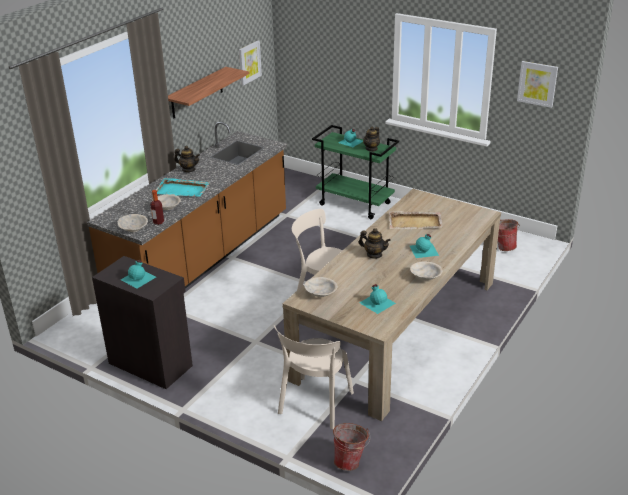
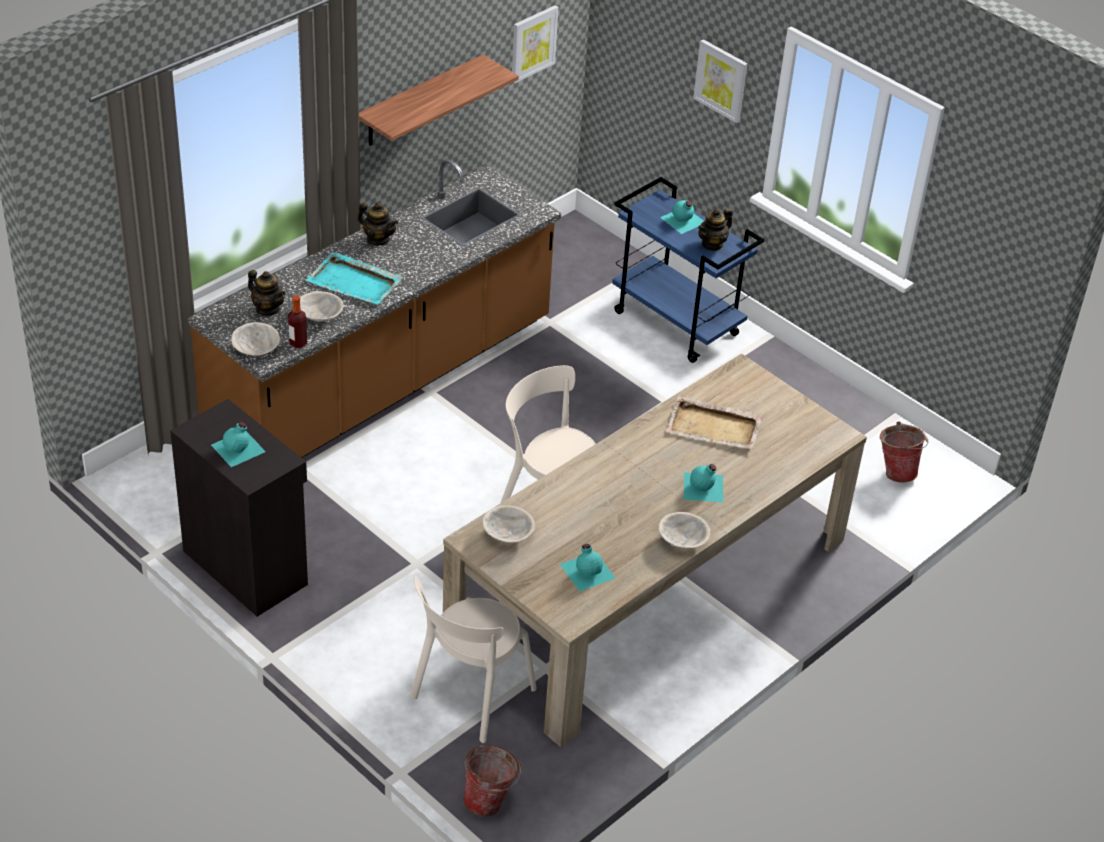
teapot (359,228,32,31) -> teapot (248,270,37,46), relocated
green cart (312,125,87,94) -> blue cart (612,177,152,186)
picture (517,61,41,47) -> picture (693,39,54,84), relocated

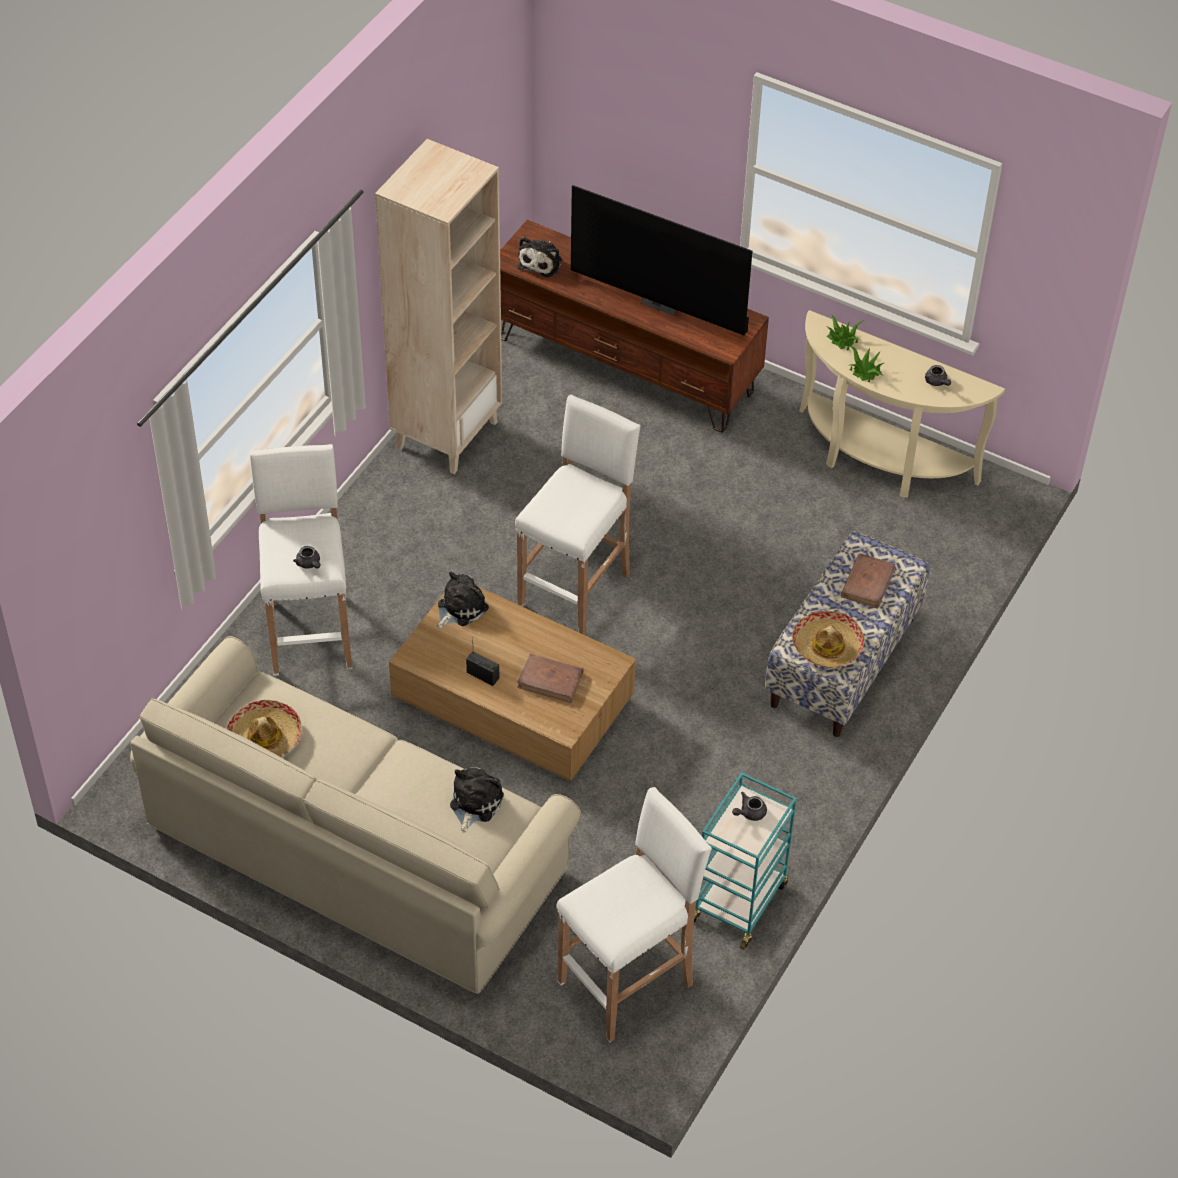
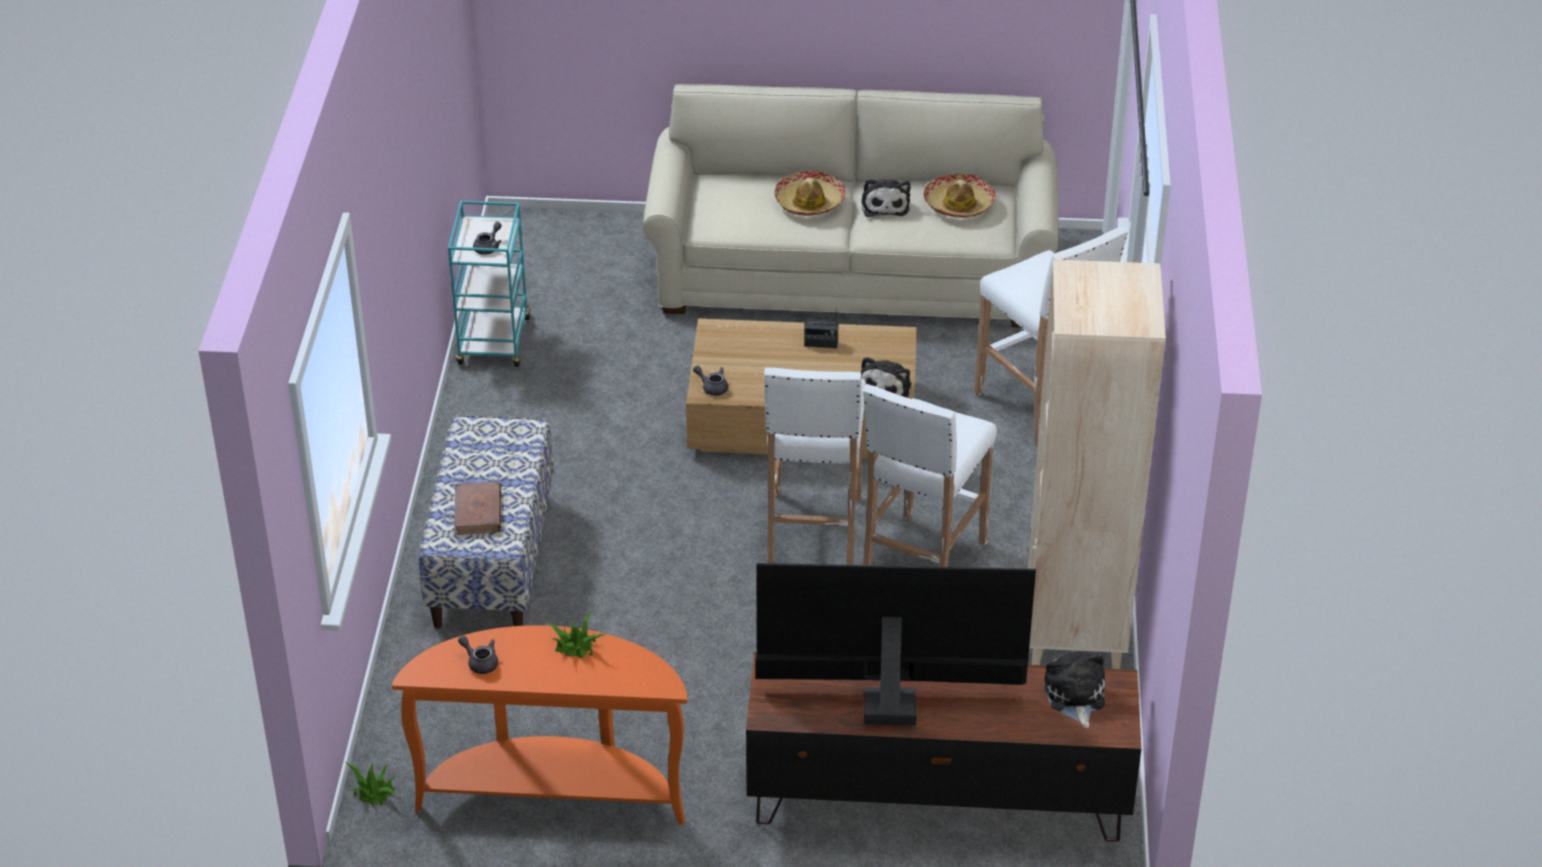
potted plant (827,314,38,37) -> potted plant (344,761,53,45), relocated
beige console table (799,310,206,188) -> orange console table (392,625,295,200)
grey teapot (293,546,27,23) -> grey teapot (693,365,35,31), relocated
hat (792,611,72,57) -> hat (774,171,72,45), relocated
plush toy (450,767,54,66) -> plush toy (861,179,49,38), relocated
white stool (556,787,156,255) -> white stool (863,384,134,183), relocated
brown book (517,654,66,49) -> none

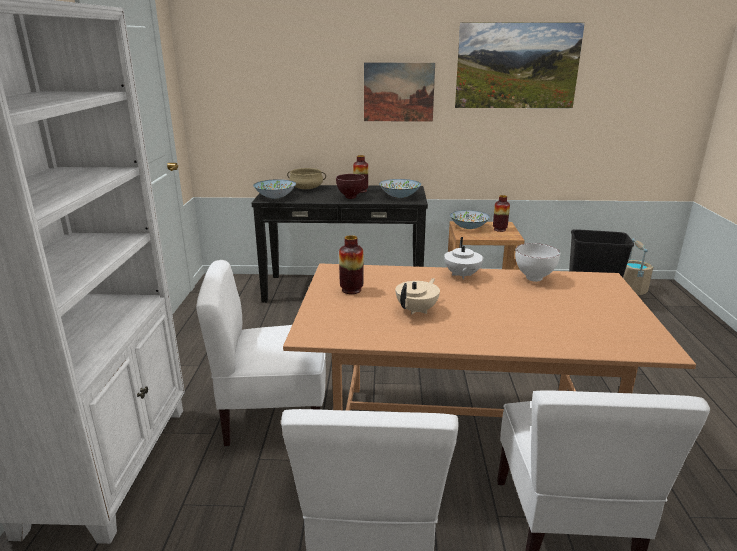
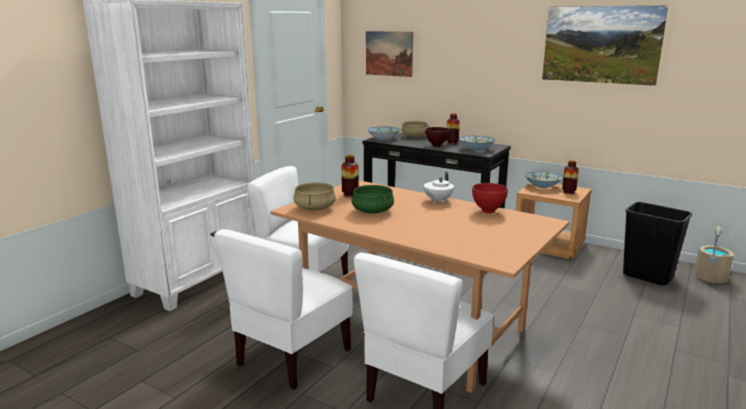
none -> beige cooking pot (293,182,43,28)
beige teapot (395,278,45,36) -> green cooking pot (351,185,43,28)
picture (364,62,71,60) -> picture (366,31,47,46), relocated
white bowl (515,243,45,39) -> red bowl (472,183,36,30)

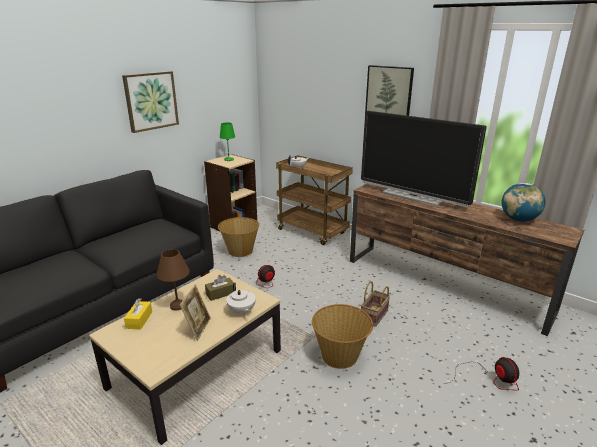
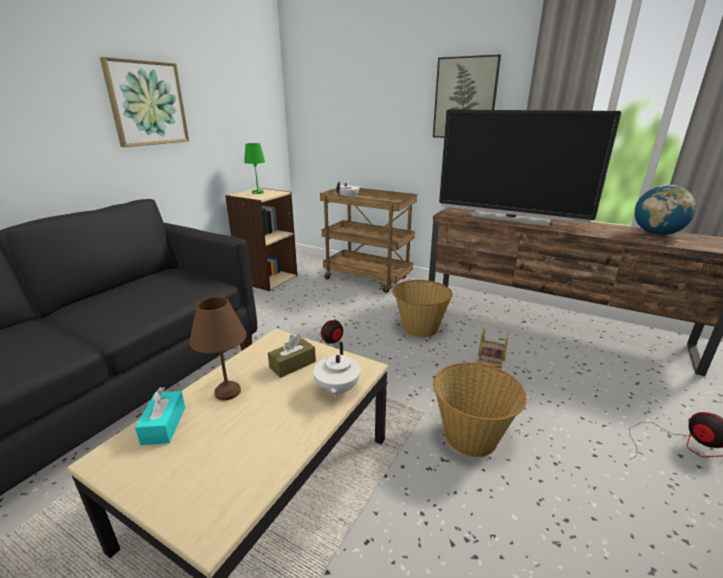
yellow tissue box (124,298,28,32) -> turquoise tissue box (135,387,50,58)
white teapot (226,282,30,34) -> white teapot (313,341,48,57), 45 degrees clockwise
basket (218,217,41,40) -> basket (392,280,61,58), relocated
picture frame (180,284,31,57) -> none

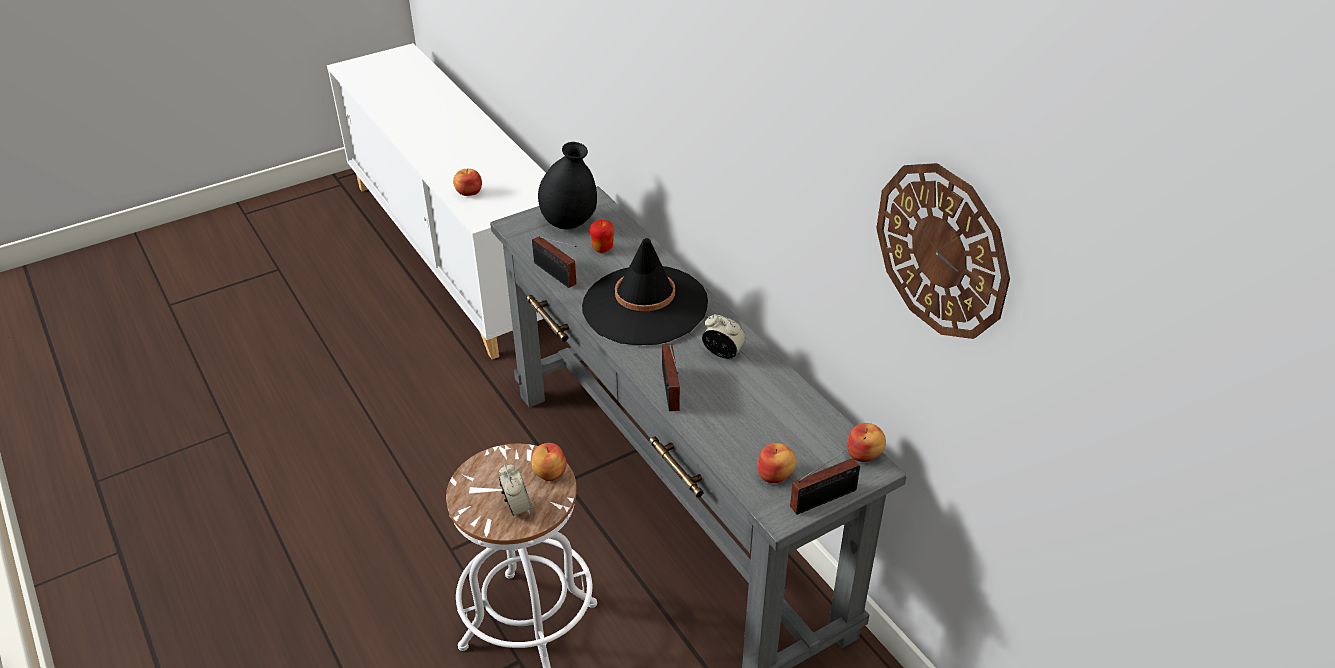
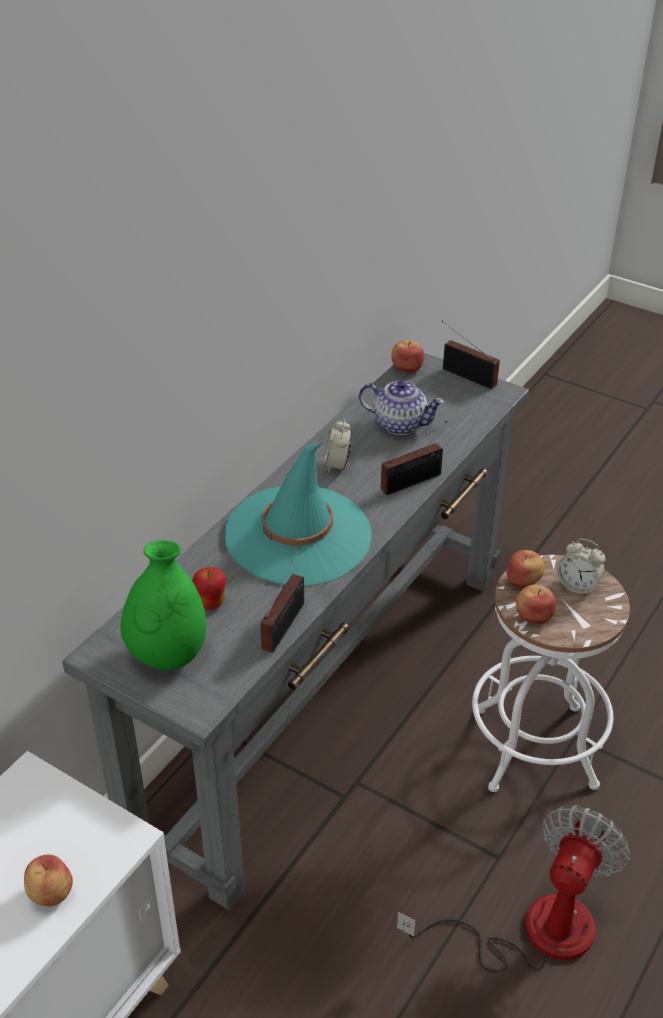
black vase (538,142,59,87) -> green vase (120,540,87,130)
black hat (582,238,126,107) -> turquoise hat (225,441,147,145)
none -> teapot (359,380,86,55)
none -> fan (397,805,233,167)
apple (757,443,39,40) -> apple (516,585,40,39), relocated
alarm clock (498,464,36,52) -> alarm clock (557,539,49,57), 105 degrees counterclockwise
wall clock (876,163,134,176) -> none

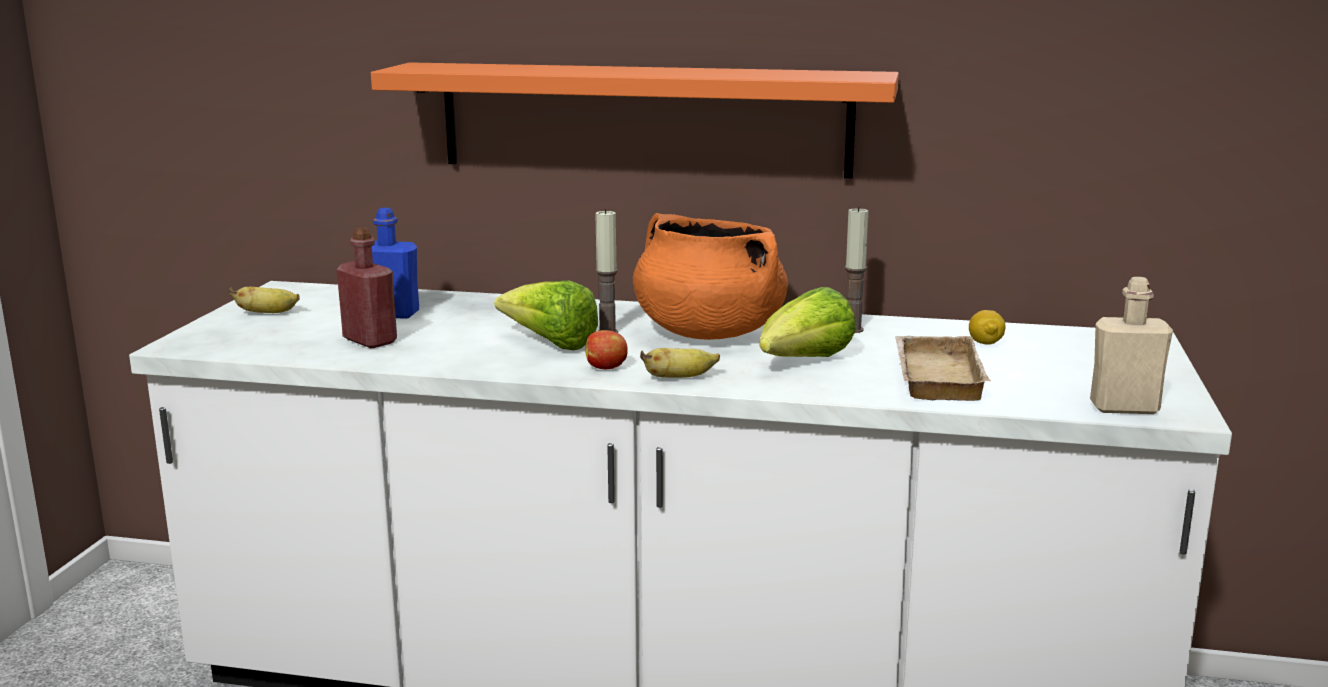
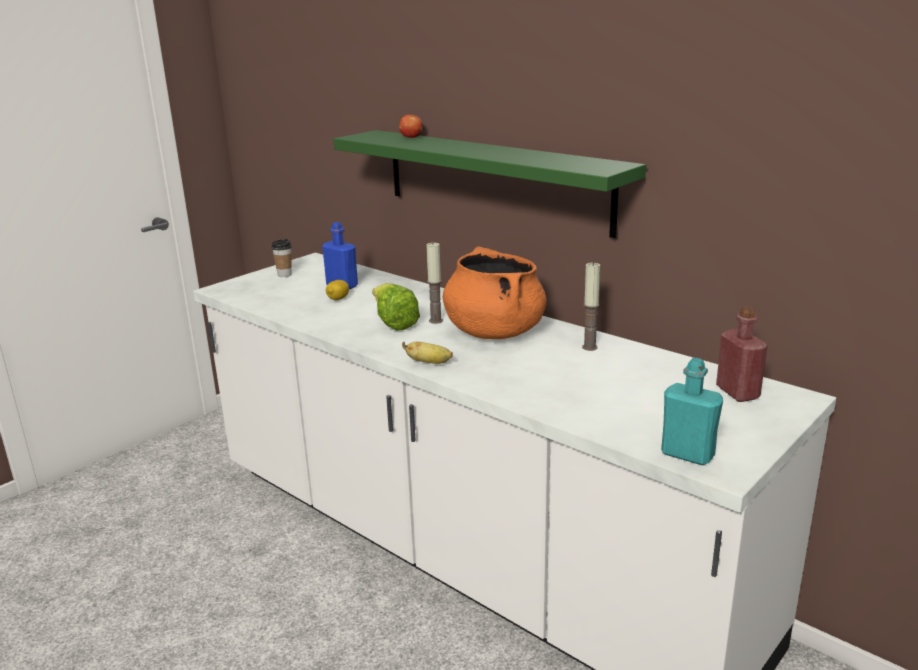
banana (229,287,71,26) -> cup (272,239,20,38)
lemon (969,310,37,35) -> lemon (326,280,23,20), relocated
orange shelf (371,62,528,116) -> green shelf (333,130,313,108)
apple (585,330,43,39) -> apple (399,115,23,23), relocated
beige bottle (1090,277,83,137) -> turquoise bottle (661,358,62,107)
red bottle (337,227,60,121) -> red bottle (716,306,52,96), relocated
lettuce (759,287,97,70) -> none
beige tray (895,336,96,65) -> none

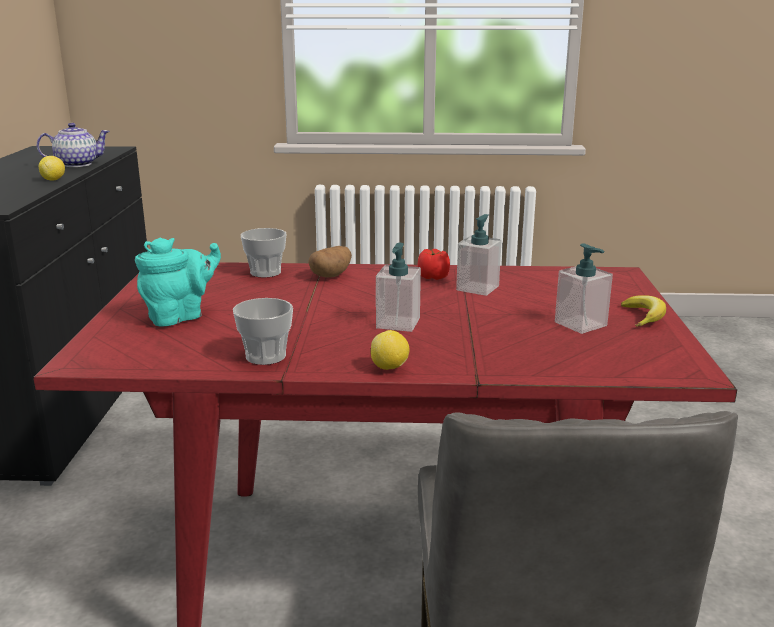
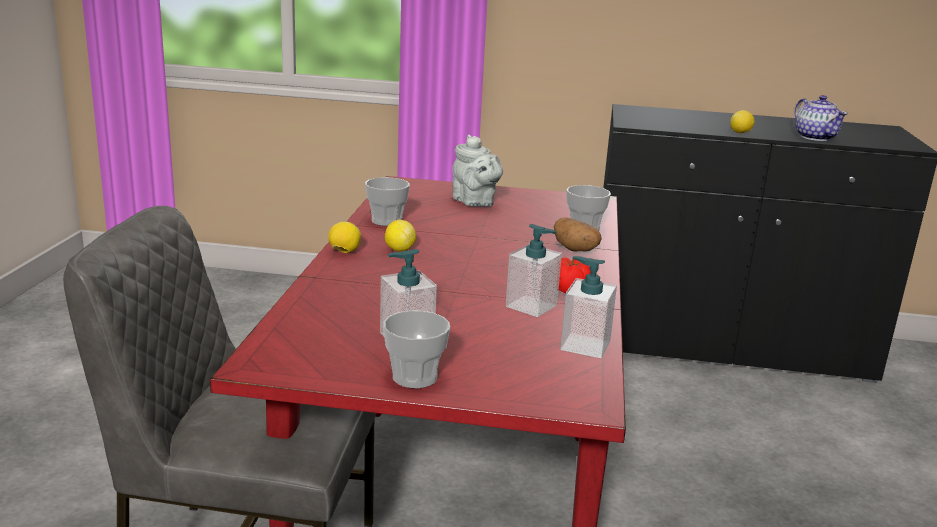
banana (621,295,45,32) -> cup (383,311,67,77)
none -> lemon (385,220,31,31)
turquoise teapot (135,238,86,88) -> grey teapot (452,135,51,72)
soap dispenser (376,243,45,89) -> soap dispenser (560,256,57,102), relocated

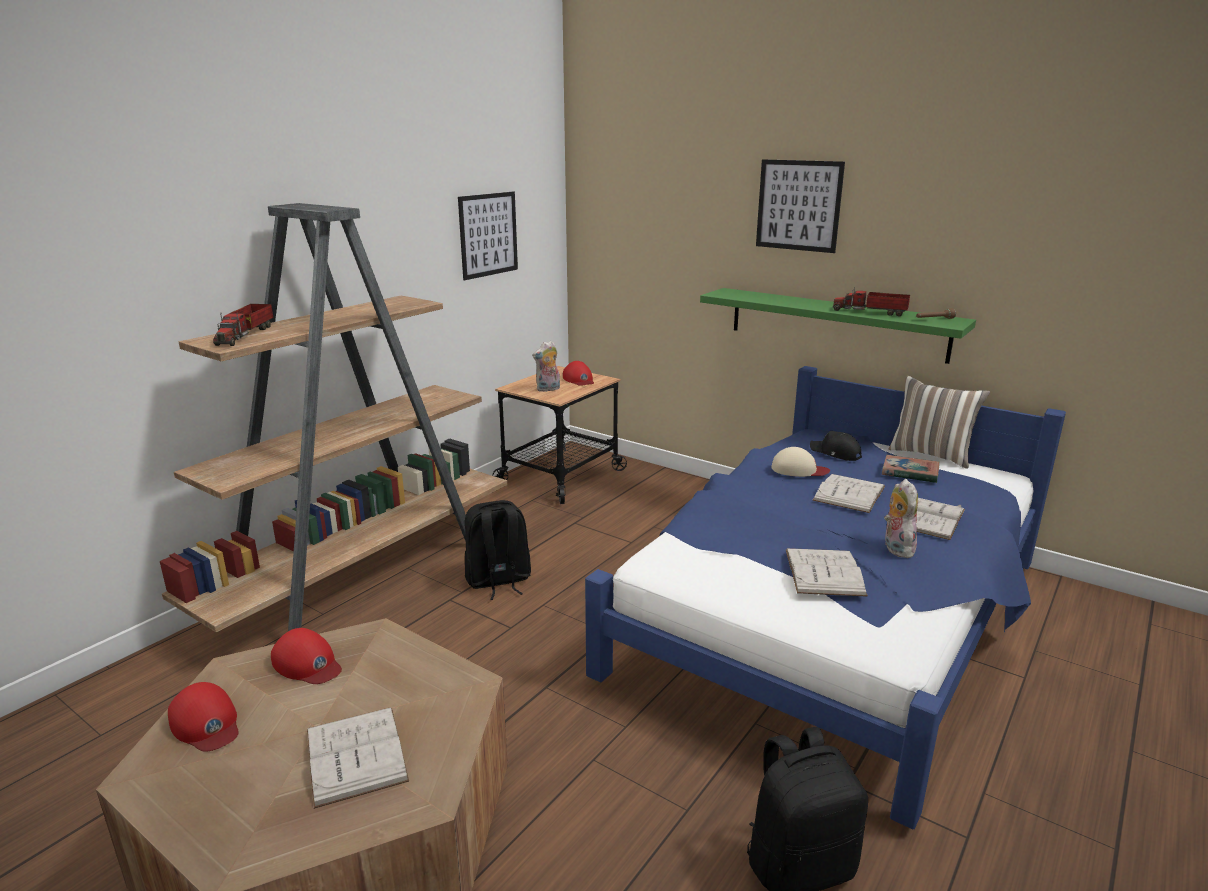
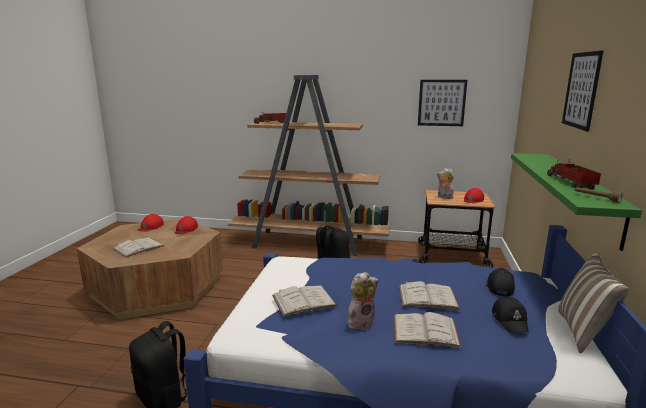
book (882,455,58,28) -> black cap (492,297,37,36)
beige cap (771,447,59,30) -> none

